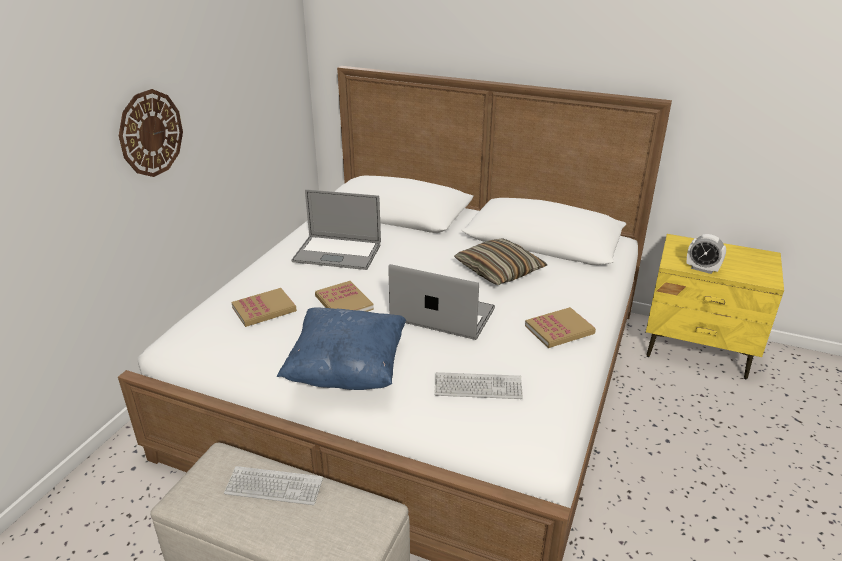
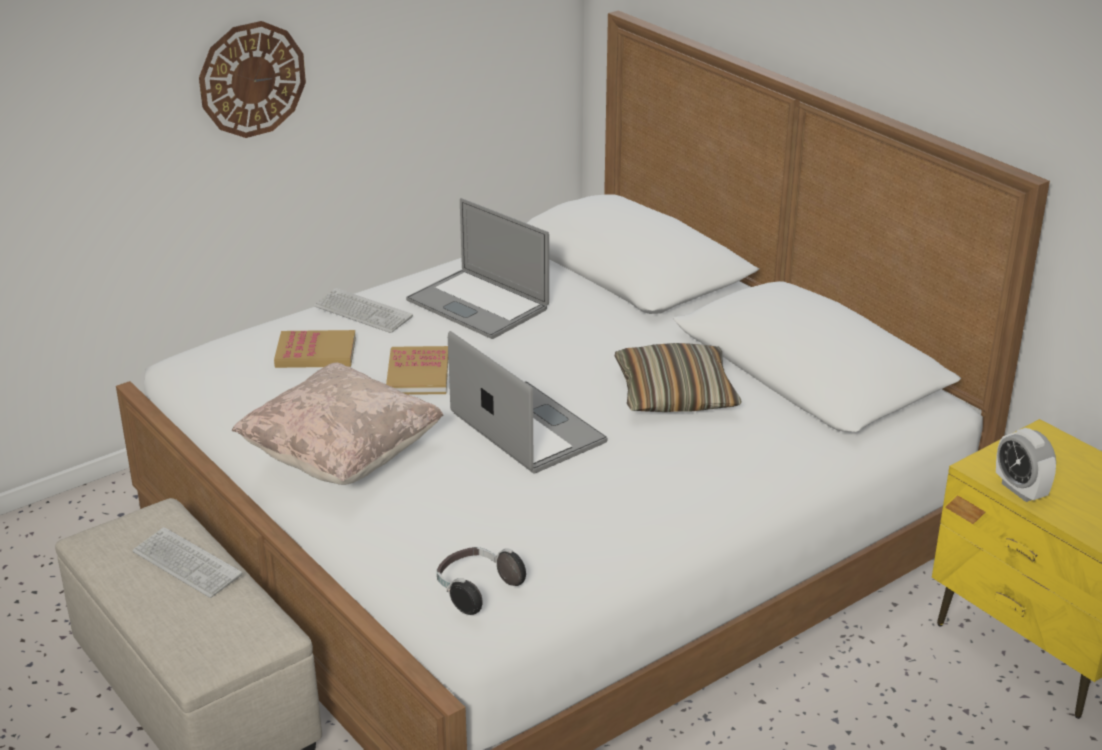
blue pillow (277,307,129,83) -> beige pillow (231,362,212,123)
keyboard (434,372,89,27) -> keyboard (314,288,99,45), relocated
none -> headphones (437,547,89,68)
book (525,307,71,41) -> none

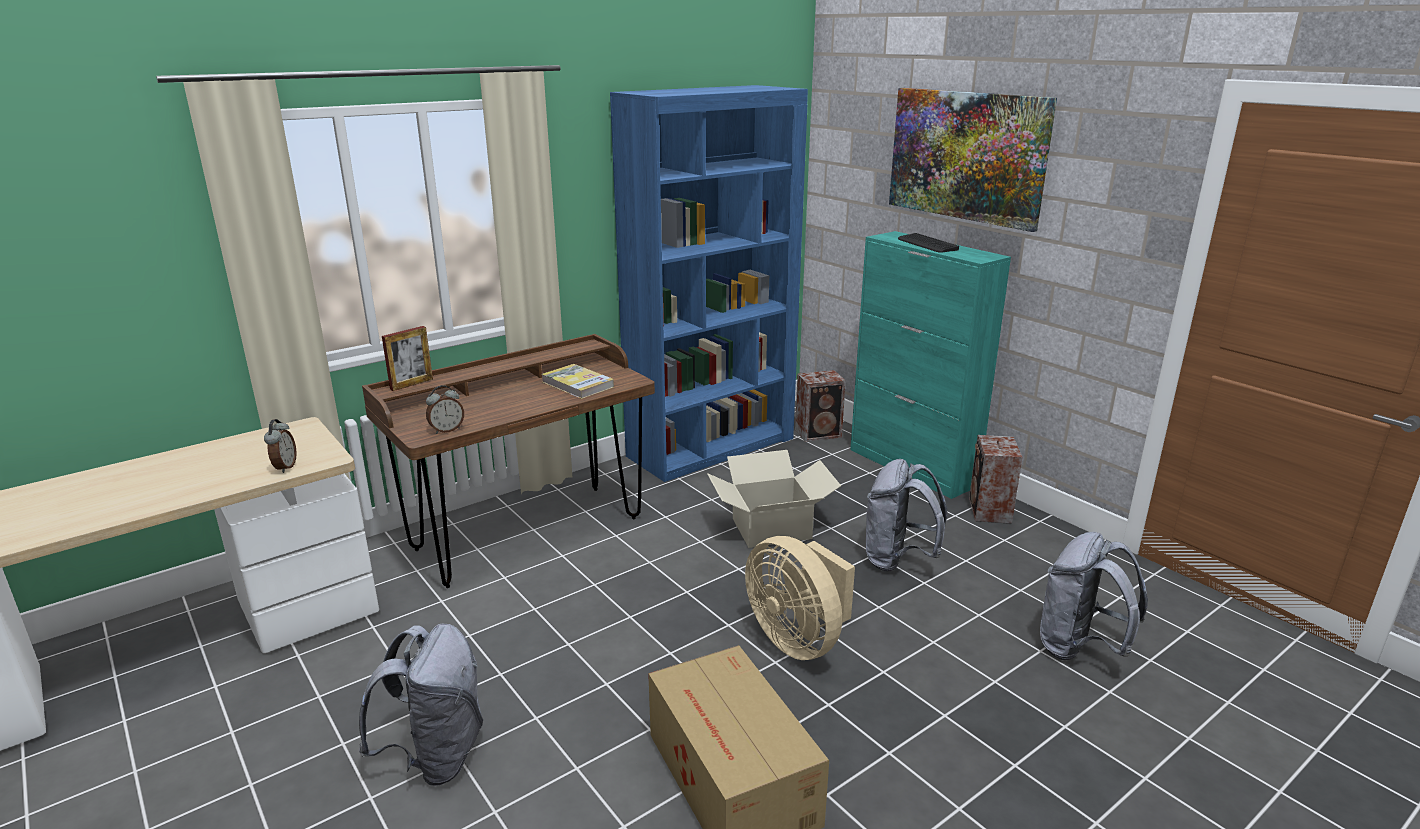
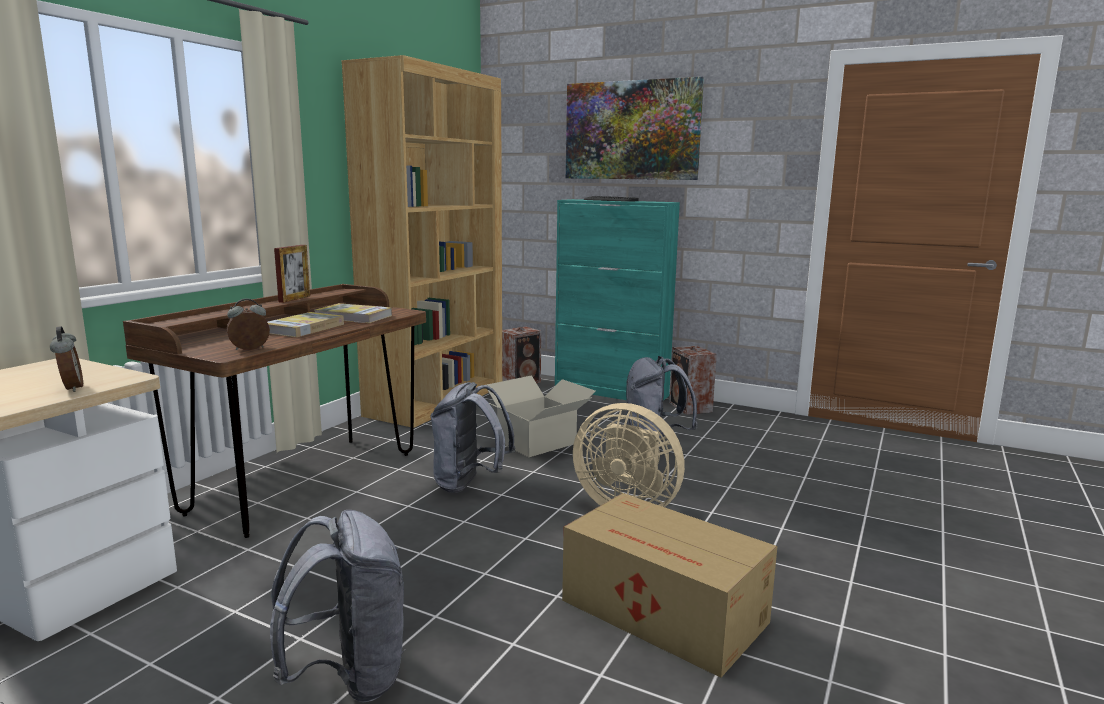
alarm clock (426,385,38,49) -> alarm clock (227,298,43,52), 150 degrees counterclockwise
none -> book (267,312,77,25)
picture frame (382,326,51,65) -> picture frame (274,245,36,58), relocated
blue bookcase (610,85,198,397) -> brown bookcase (342,55,160,373)
grey backpack (1040,532,108,129) -> grey backpack (430,382,86,111), relocated

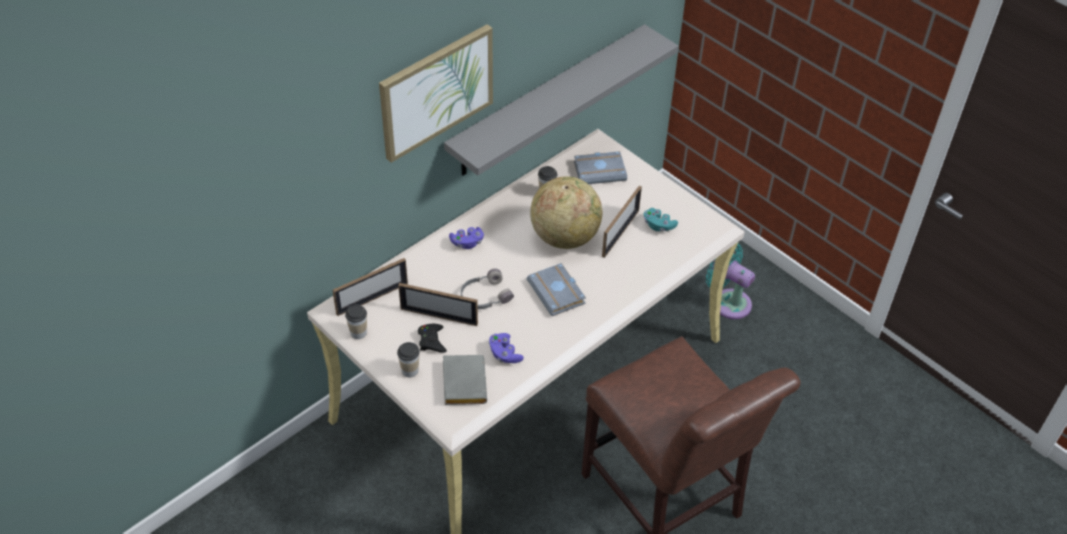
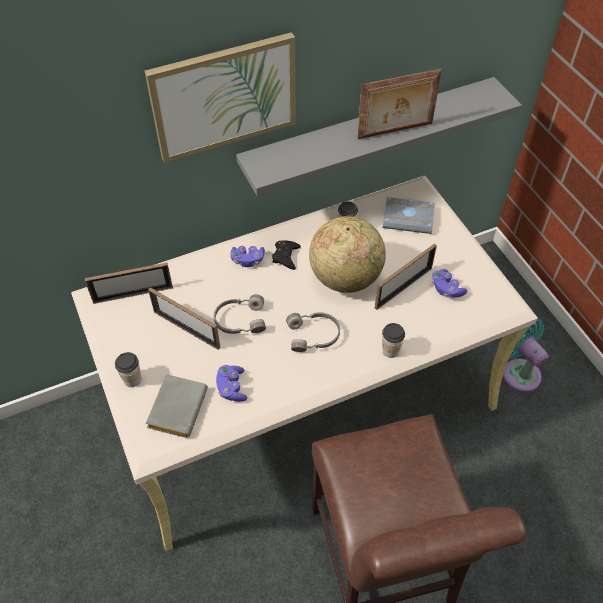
black game controller (418,324,29,29) -> black game controller (272,240,29,30), relocated
grey book (527,263,59,53) -> grey headphones (286,312,54,40)
none -> picture frame (357,69,85,70)
cup (345,305,22,34) -> cup (382,323,23,35), relocated
turquoise game controller (644,208,34,24) -> purple game controller (432,269,35,28)

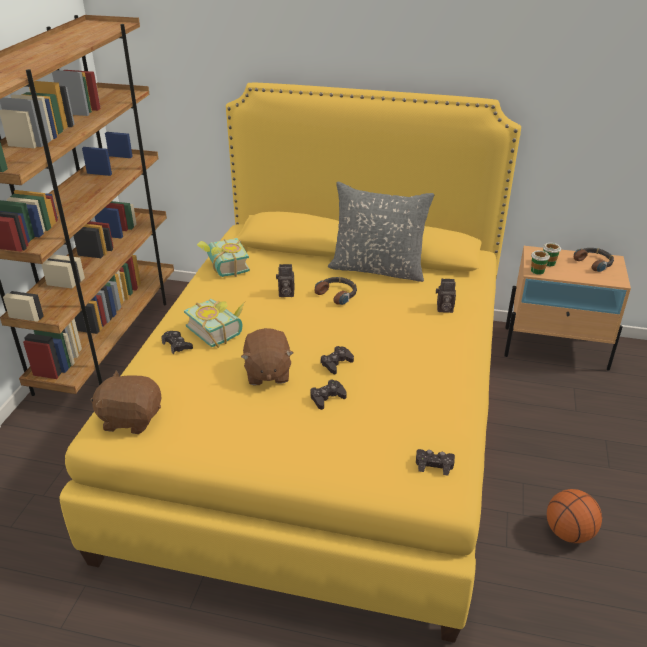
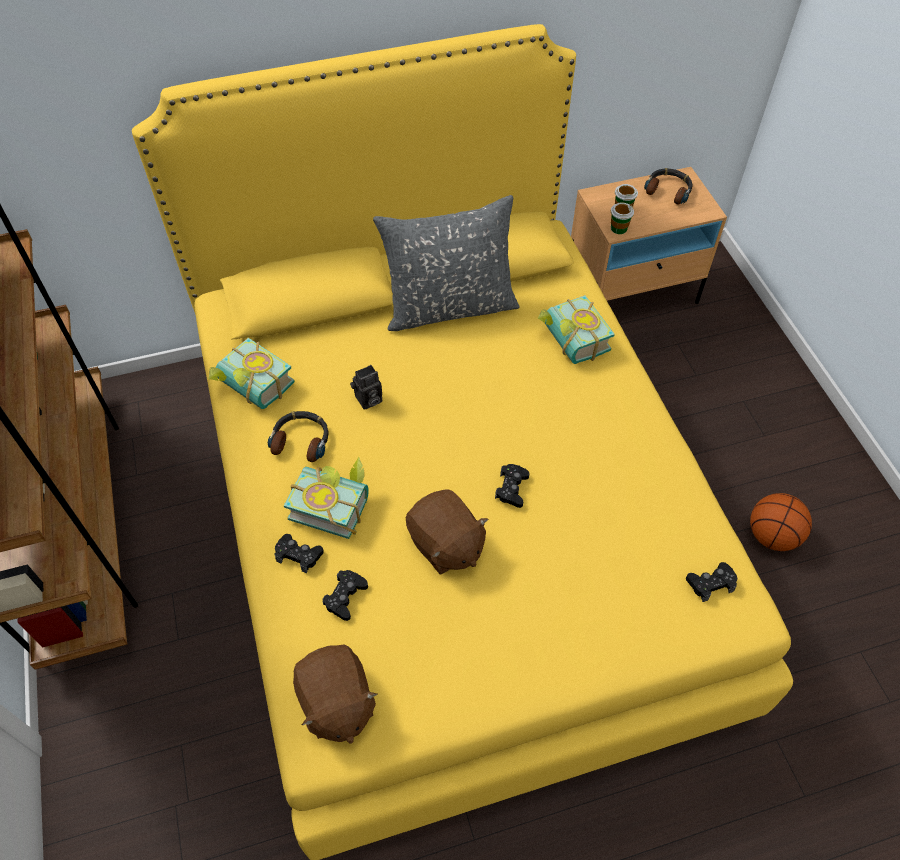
headphones (314,277,43,28) -> headphones (268,411,61,51), relocated
brown plush toy (91,371,71,63) -> brown plush toy (293,644,84,100), 90 degrees counterclockwise
black game controller (310,379,37,31) -> black game controller (322,570,46,51), relocated
photo camera (436,279,20,34) -> book (538,295,77,69)

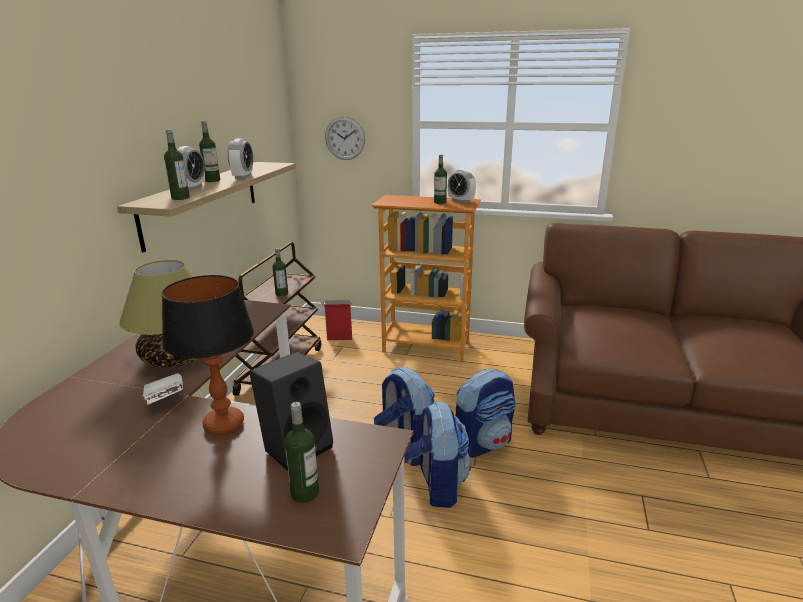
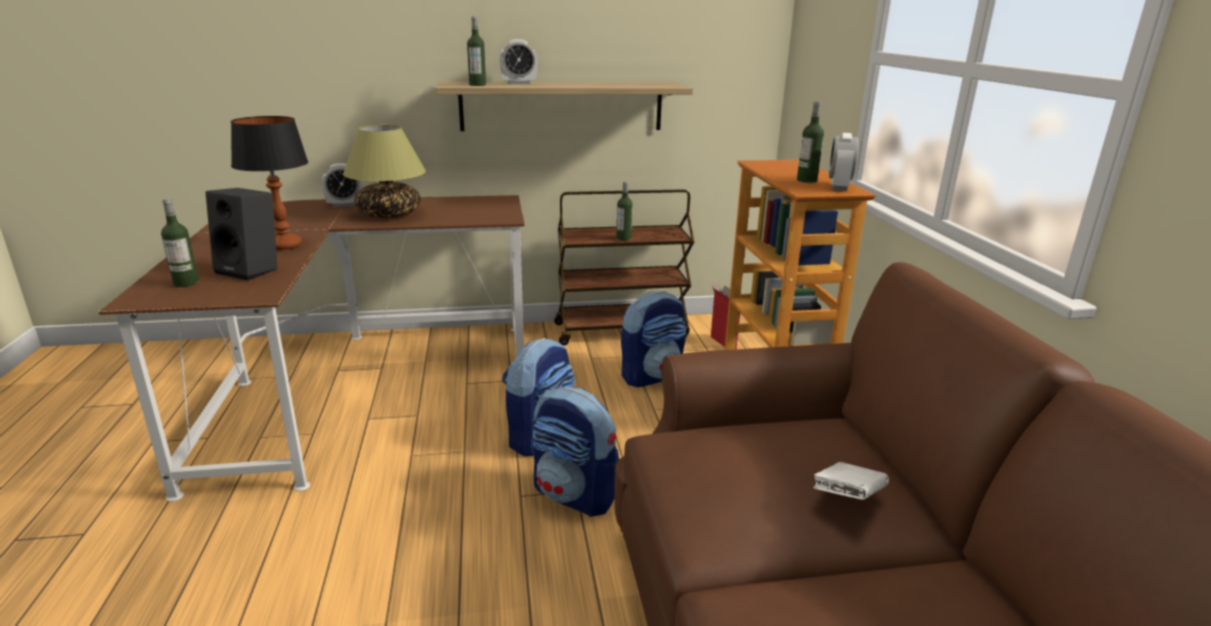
alarm clock (227,139,26,40) -> alarm clock (322,163,40,44), relocated
backpack (404,401,67,107) -> backpack (621,291,65,96), relocated
white book (142,373,41,32) -> white book (813,462,76,38), relocated
bottle (199,121,21,61) -> none
wall clock (325,116,40,44) -> none

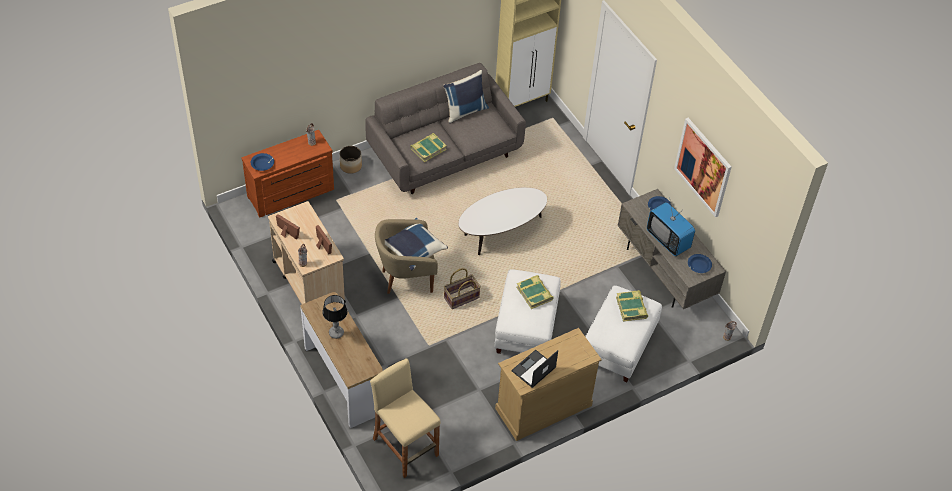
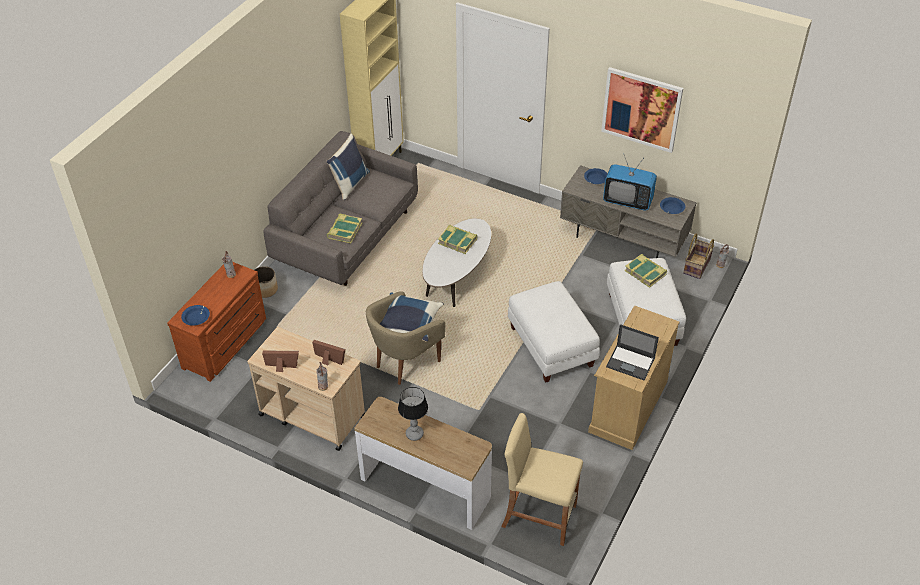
book (517,275,37,34) -> book (438,225,40,29), relocated
laptop (511,350,47,38) -> laptop (606,324,53,56), 75 degrees counterclockwise
basket (444,268,37,41) -> basket (683,234,31,45), relocated

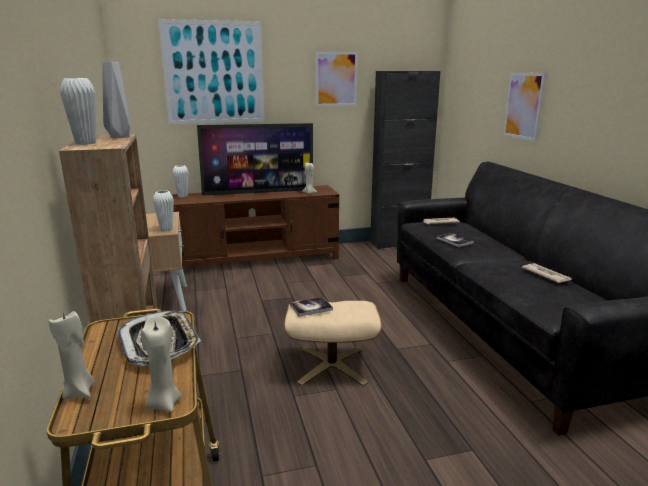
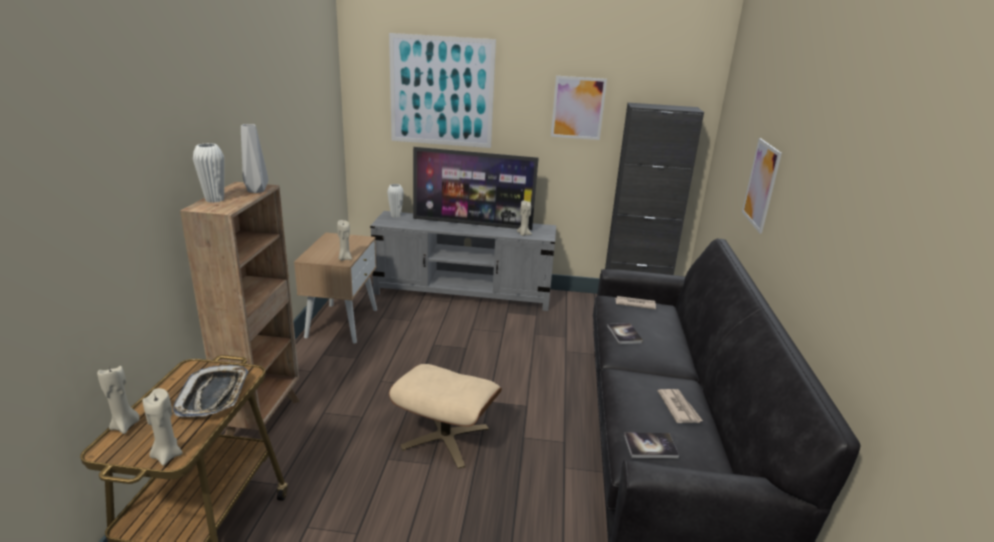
white vase (153,190,21,41) -> beige candle (337,220,15,40)
brown tv stand (172,185,167,89) -> grey tv stand (370,211,186,100)
book (290,297,43,20) -> book (624,432,55,27), relocated

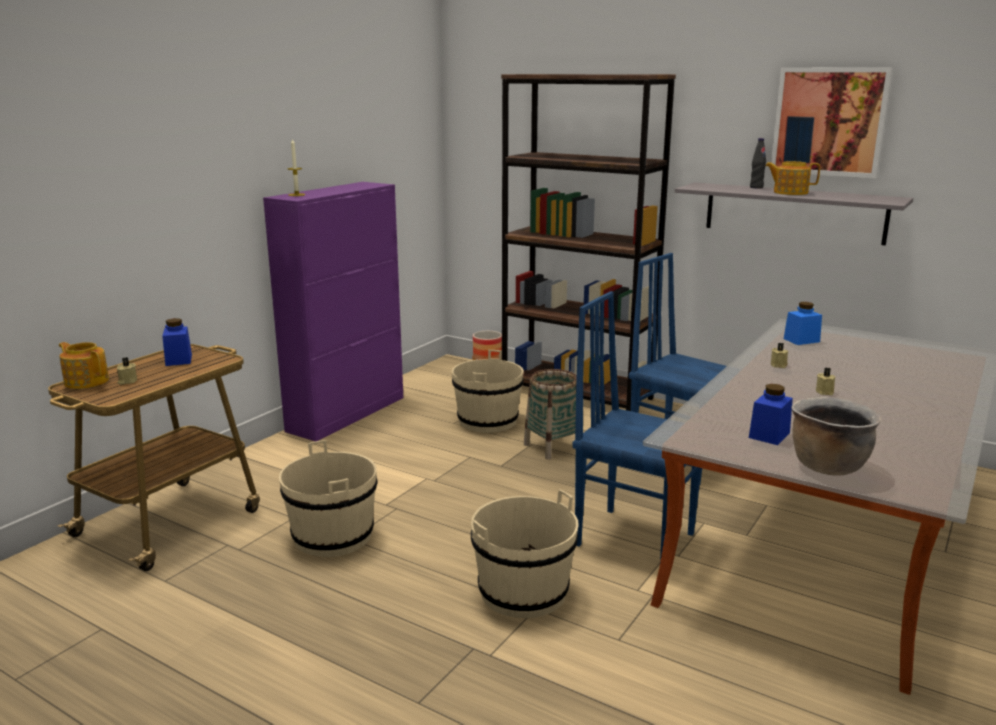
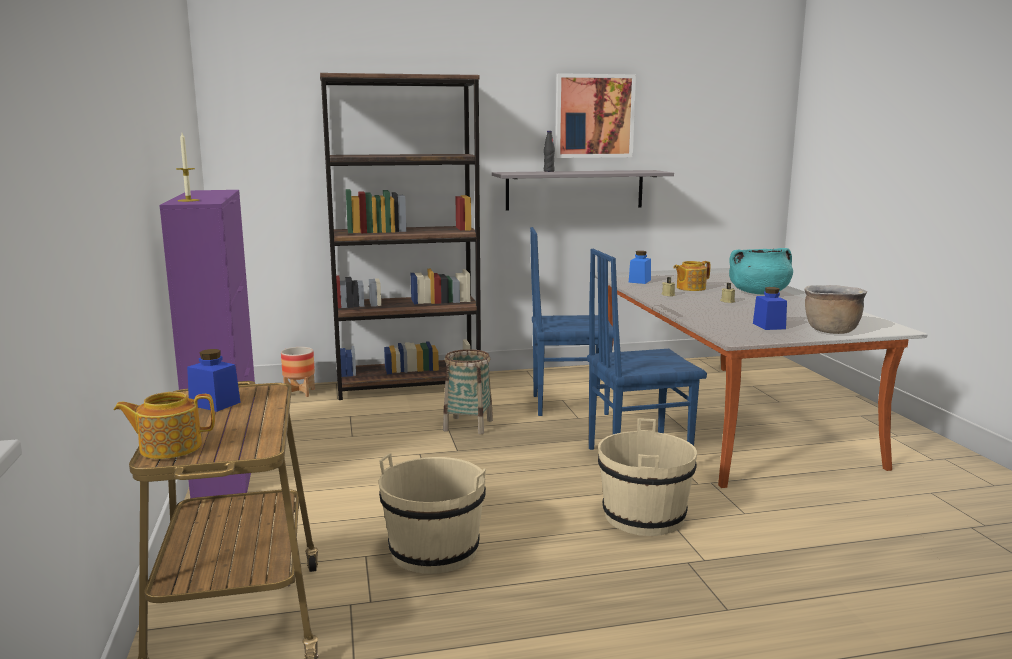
teapot (765,161,55,34) -> teapot (673,261,37,30), relocated
none -> turquoise cooking pot (729,248,64,46)
beige candle (117,357,20,28) -> none
beige bucket (452,350,72,83) -> none

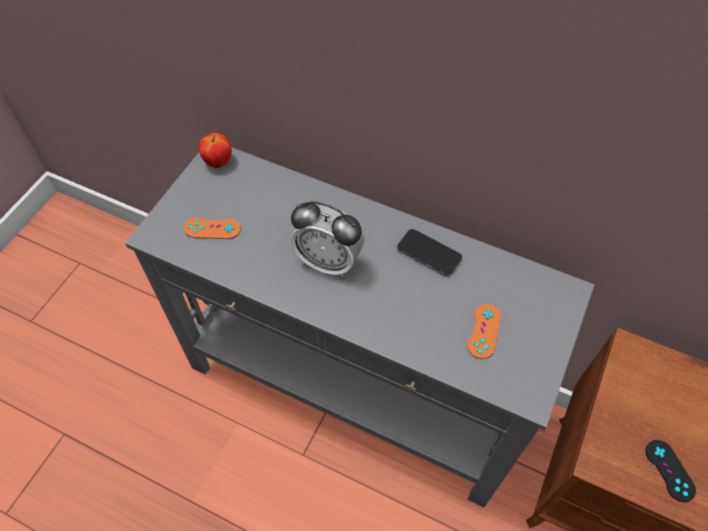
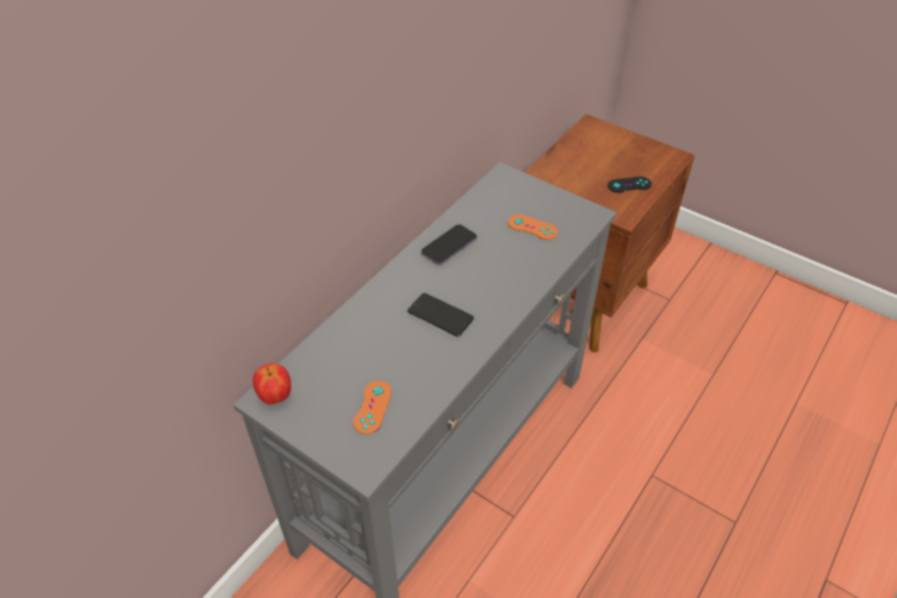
alarm clock (291,201,73,76) -> phone (407,293,67,44)

